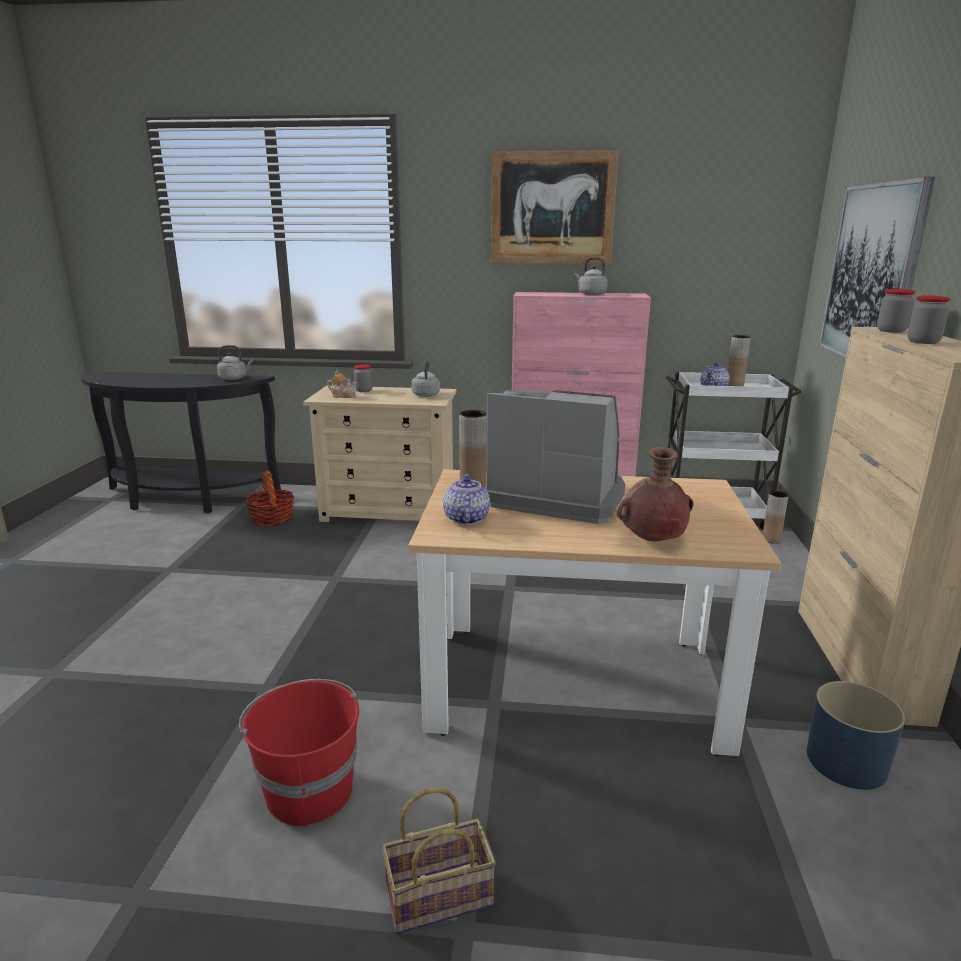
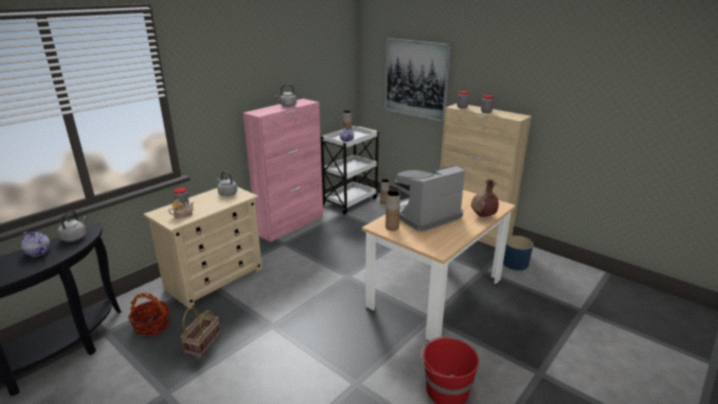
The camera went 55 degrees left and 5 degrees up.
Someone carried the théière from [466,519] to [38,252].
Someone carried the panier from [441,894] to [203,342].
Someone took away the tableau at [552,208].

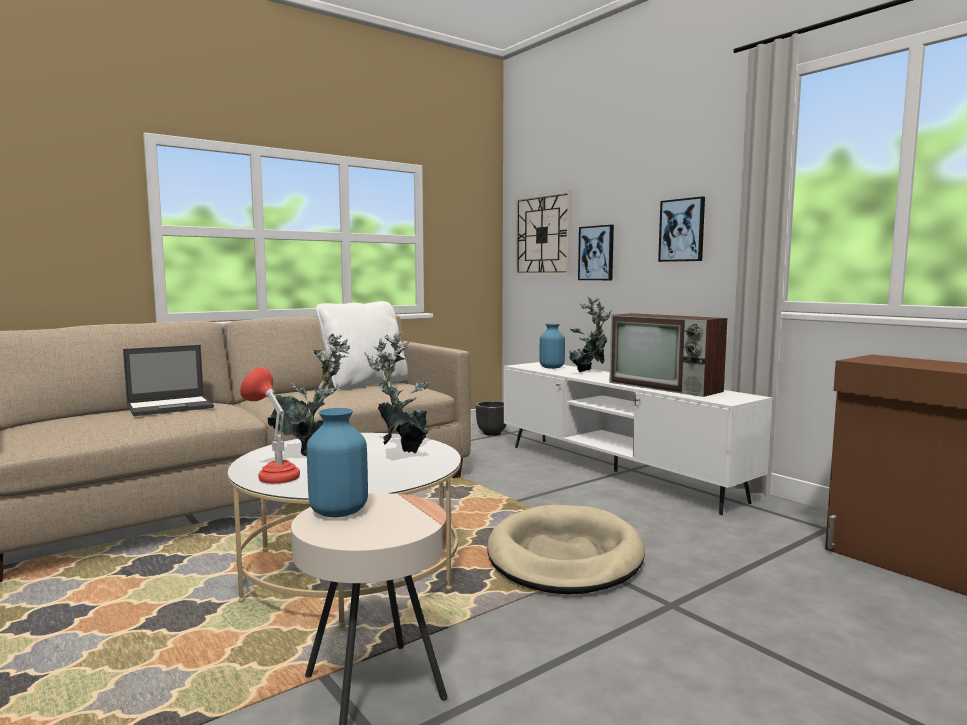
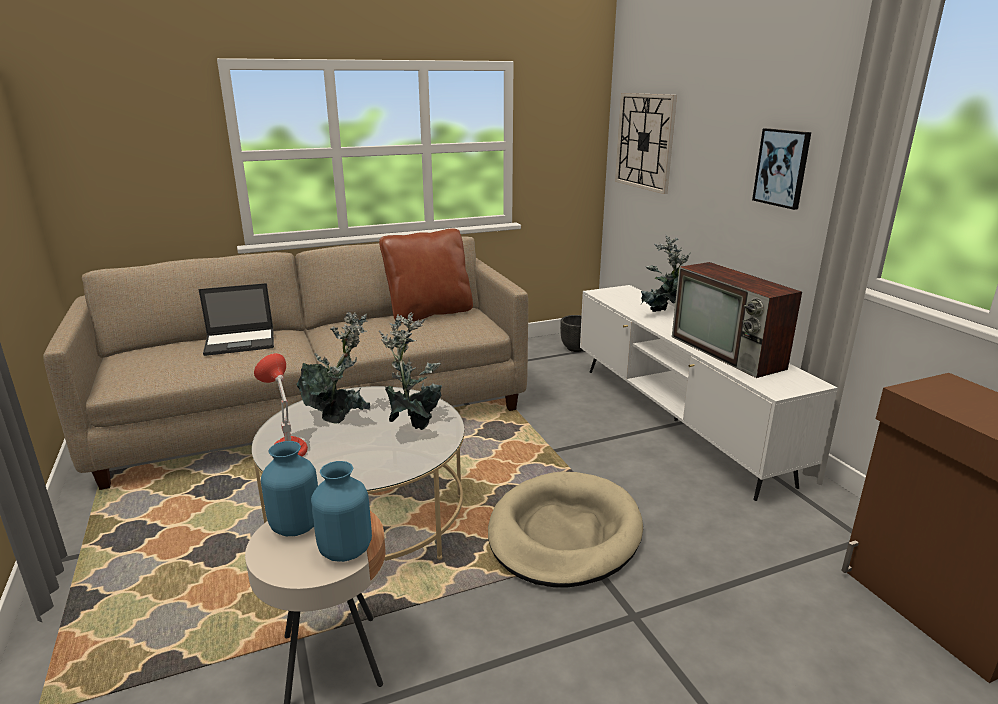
The camera went 15 degrees right and 15 degrees up.
Someone carried the vase/bleu from [552,367] to [345,551].
Someone repainted the coussin/blanc at [364,384], which became the coussin/marron at [429,313].
Someone took away the tableau at [596,253].

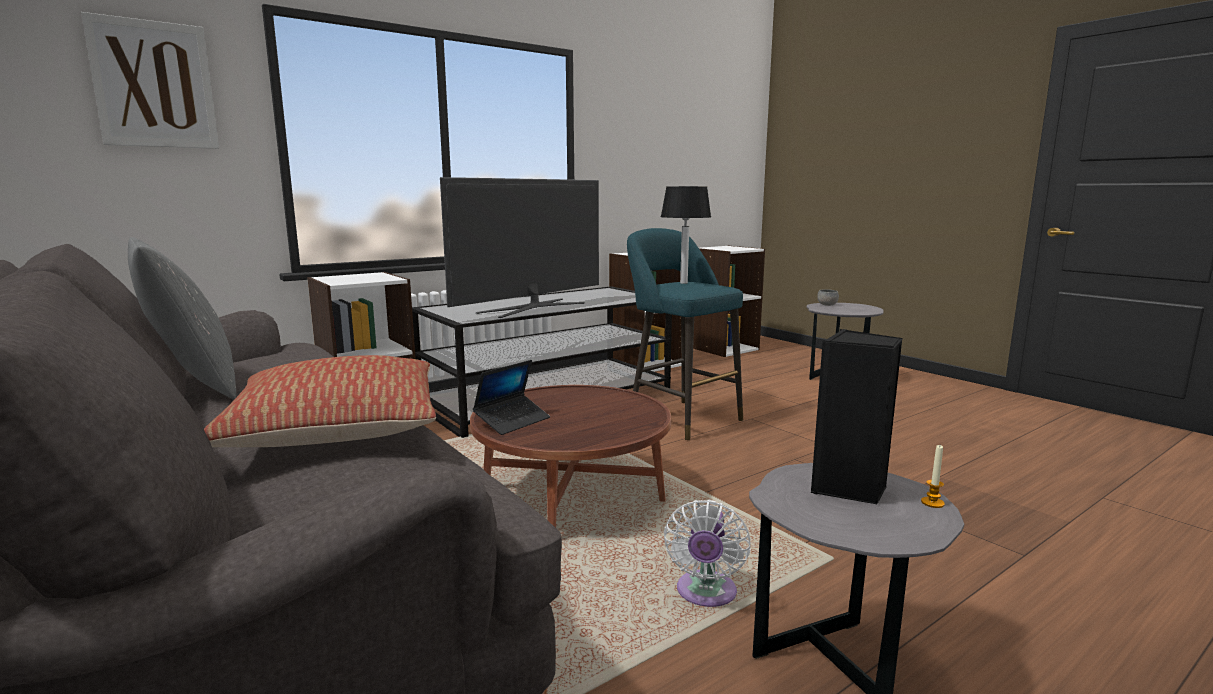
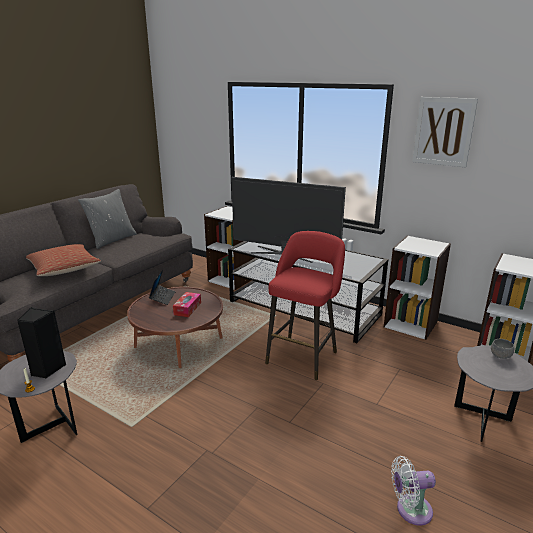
The camera went 70 degrees right and 10 degrees up.
Someone rotated the ordinateur portable at [512,421] by 105 degrees counterclockwise.
Someone put down the boîte à mouchoirs at [187,308].
Someone repainted the tabouret/turquoise at [680,417], which became the tabouret/rouge at [303,355].
Someone carried the ventilateur/blanc from [705,594] to [410,510].
Someone carried the tableau from [154,85] to [443,131].
Someone took away the lampe de table at [684,283].

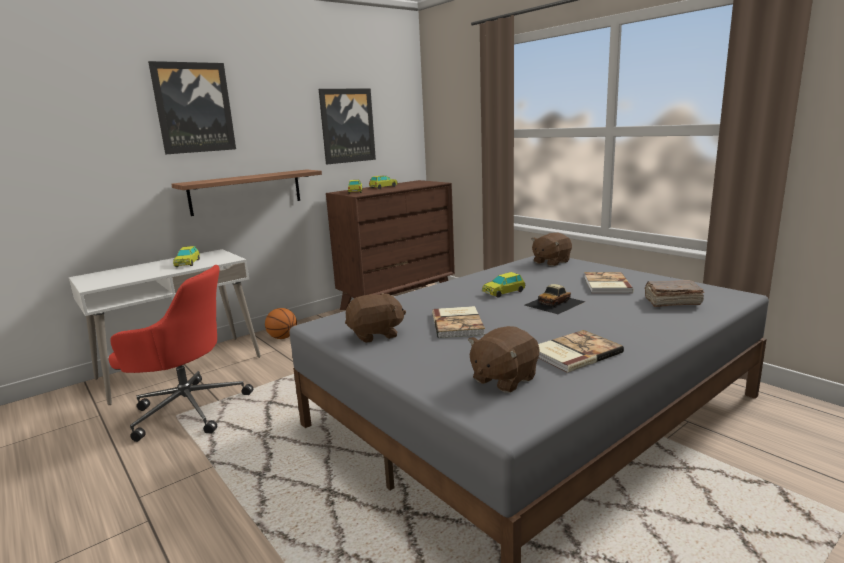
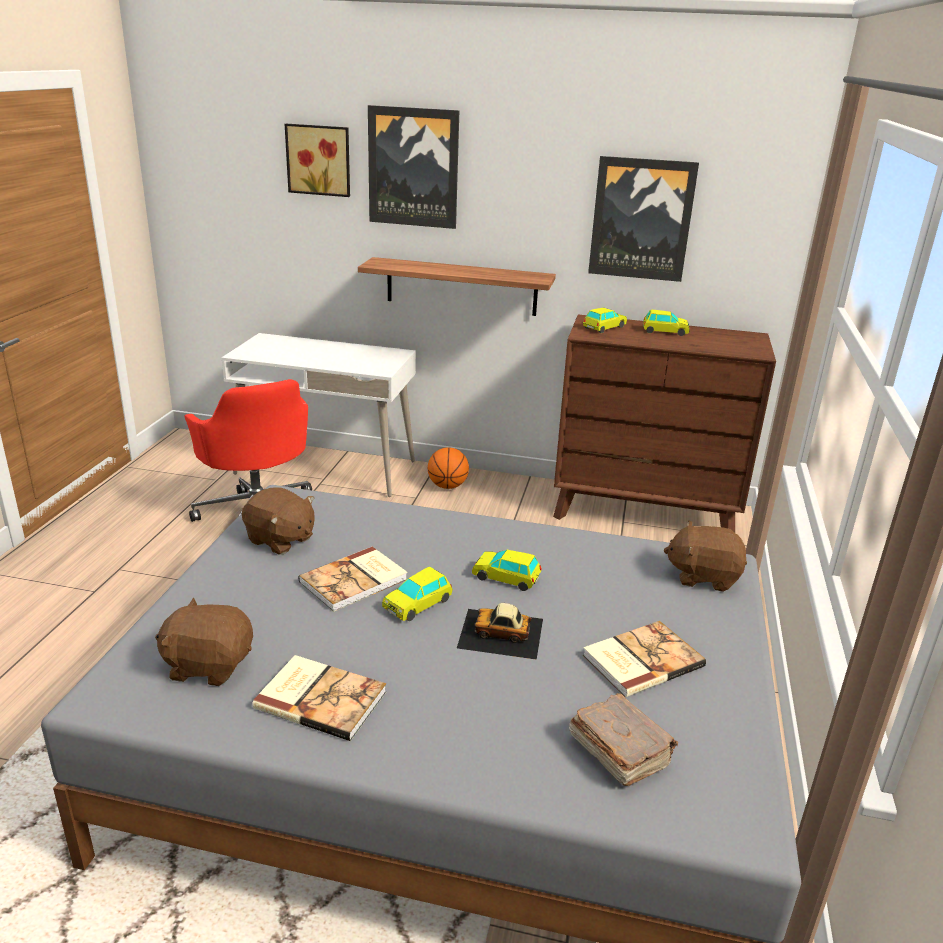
The camera went 50 degrees right and 10 degrees up.
Someone put up the tableau at [319,160].
Someone carried the petite voiture from [187,263] to [417,604].

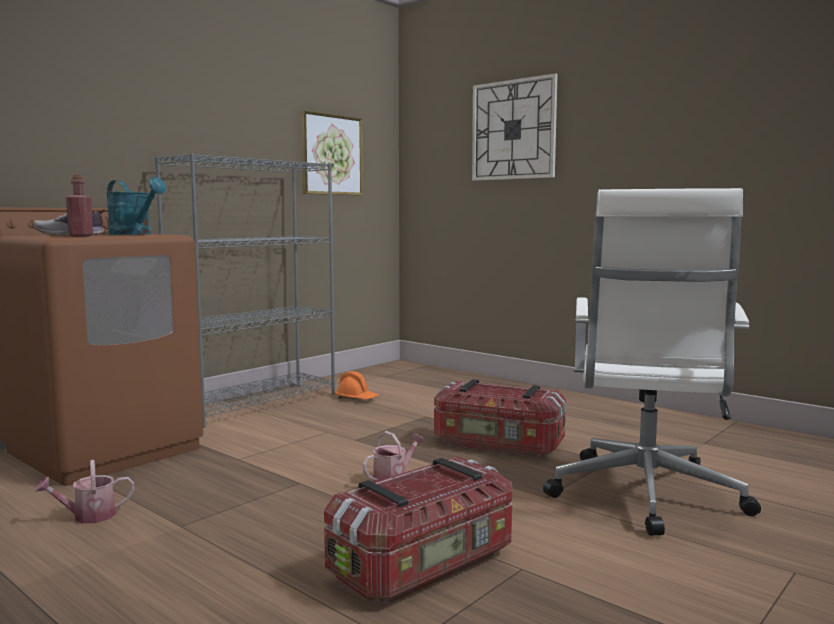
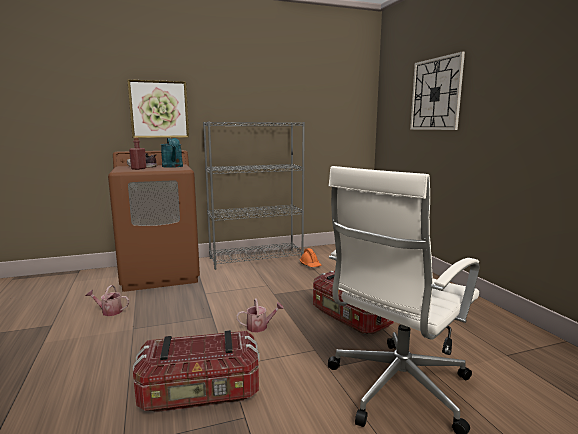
The camera went 30 degrees right and 5 degrees up.
Someone carried the tableau from [331,155] to [159,109].

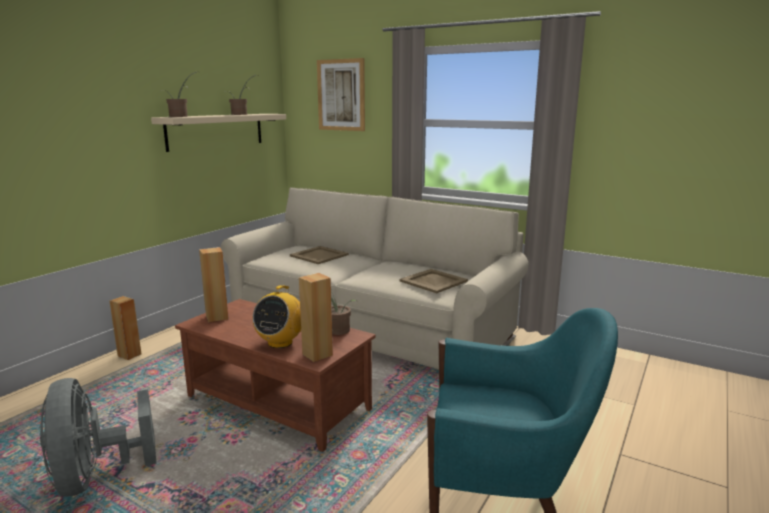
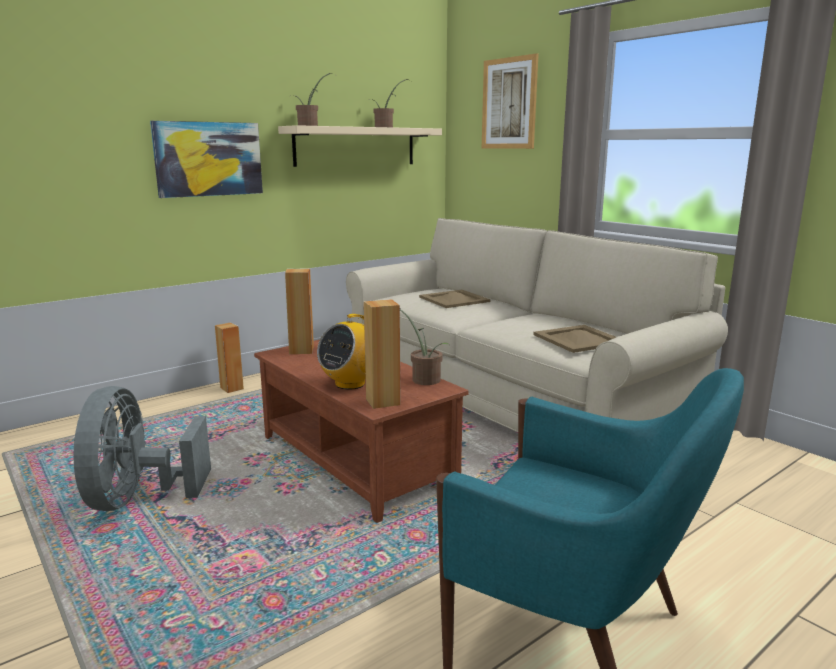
The camera went 20 degrees right and 0 degrees up.
Someone put up the tableau at [208,159].

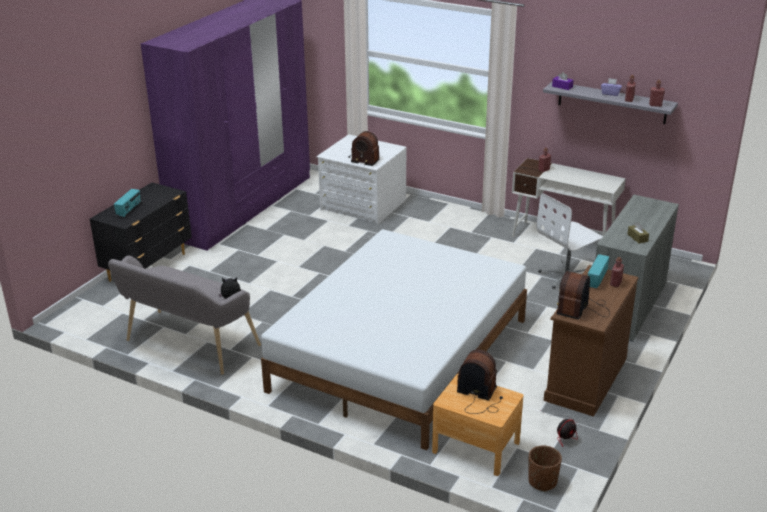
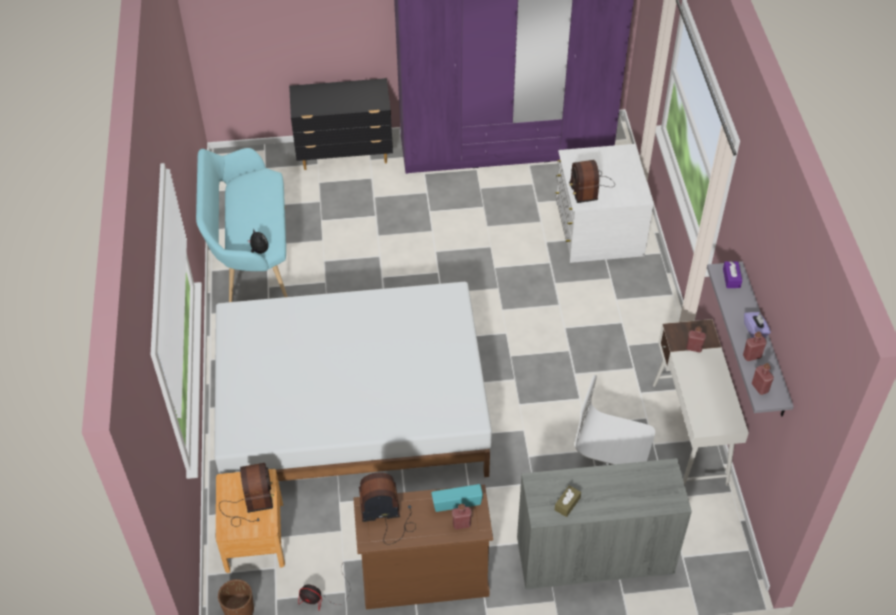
The camera went 55 degrees right and 20 degrees up.
Someone repainted the banc/gris at [187,345], which became the banc/turquoise at [252,257].
Someone took away the radio at [129,210].

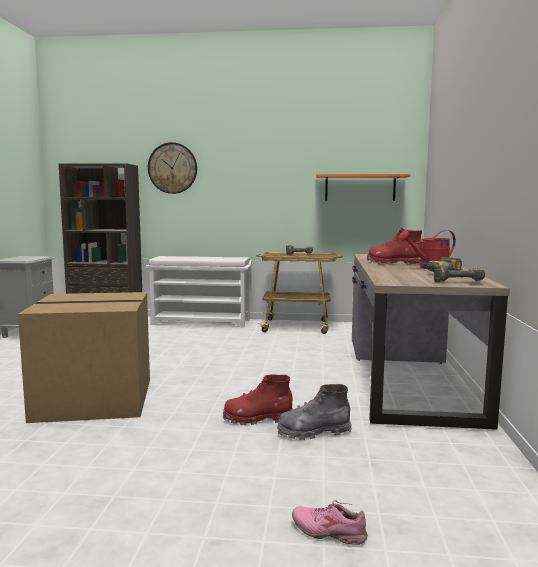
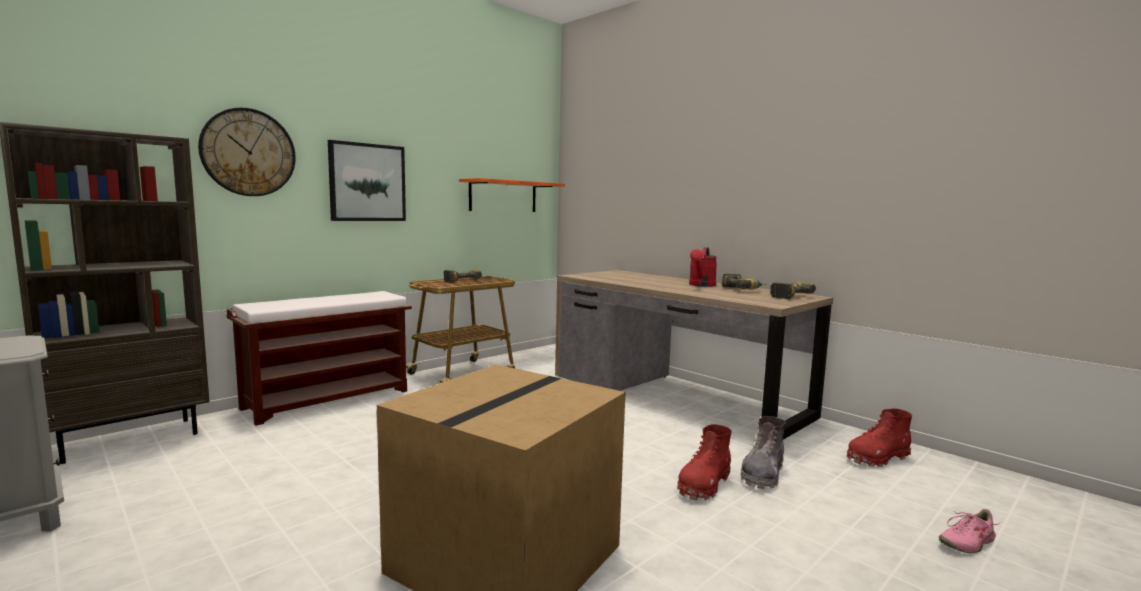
The camera went 50 degrees left and 0 degrees up.
Someone repainted the banc/blanc at [202,322], which became the banc/marron at [329,399].
Someone put up the tableau at [367,182].
Someone carried the botte/rouge from [394,264] to [877,458].

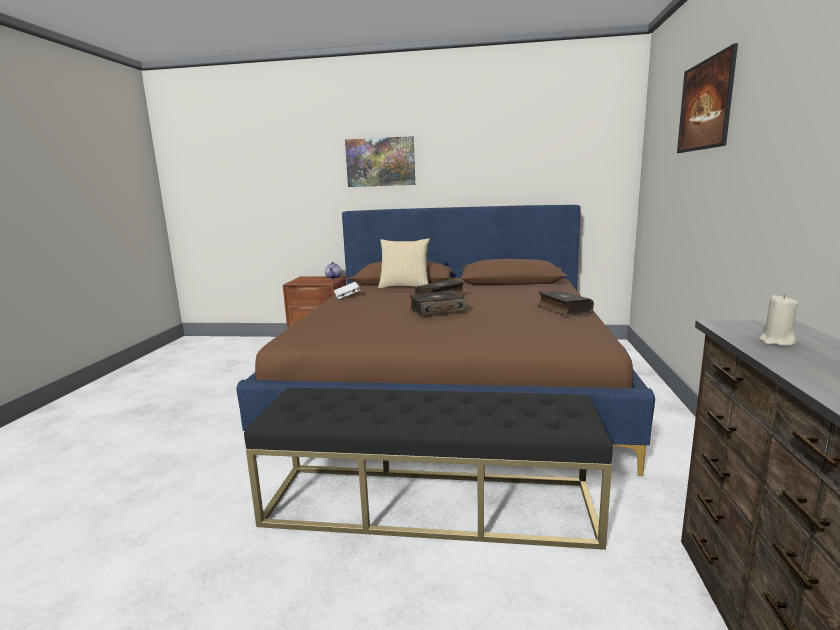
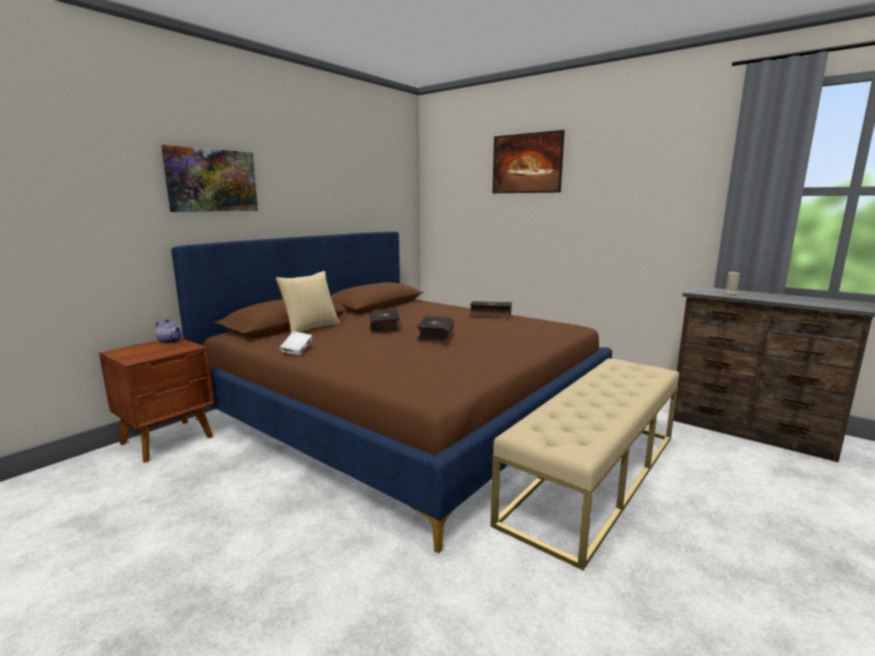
The camera went 60 degrees left and 0 degrees up.
Someone repainted the banc/noir at [429,503], which became the banc/beige at [594,476].

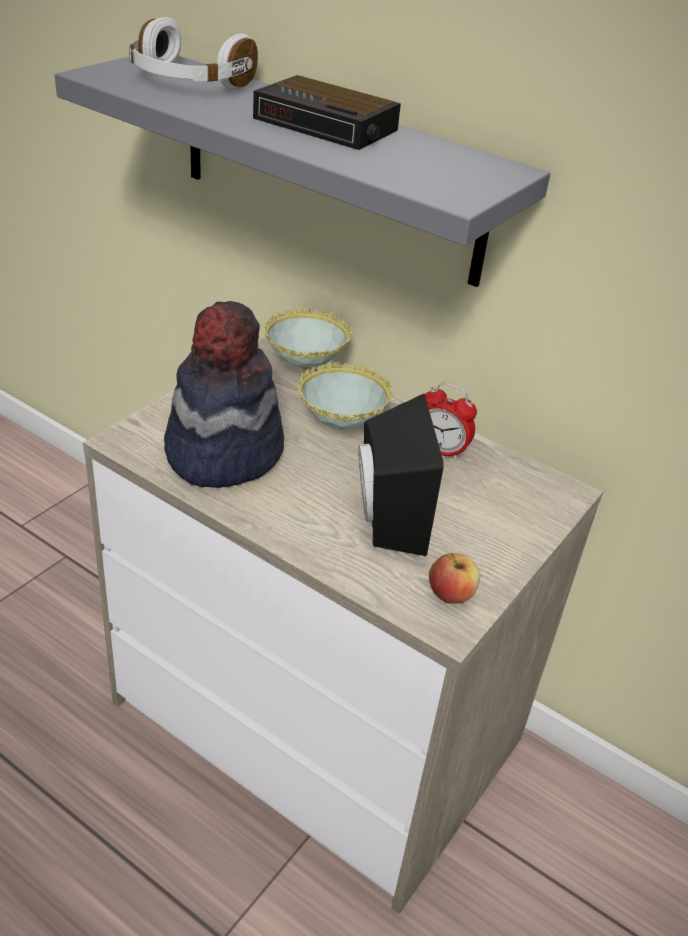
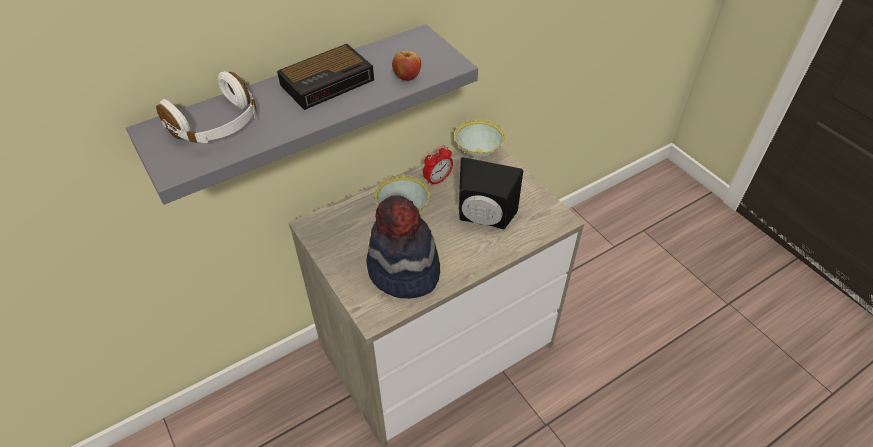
The camera went 65 degrees left and 10 degrees up.
Someone carried the pomme from [450,594] to [407,76].
Someone carried the bol from [304,369] to [478,155].

